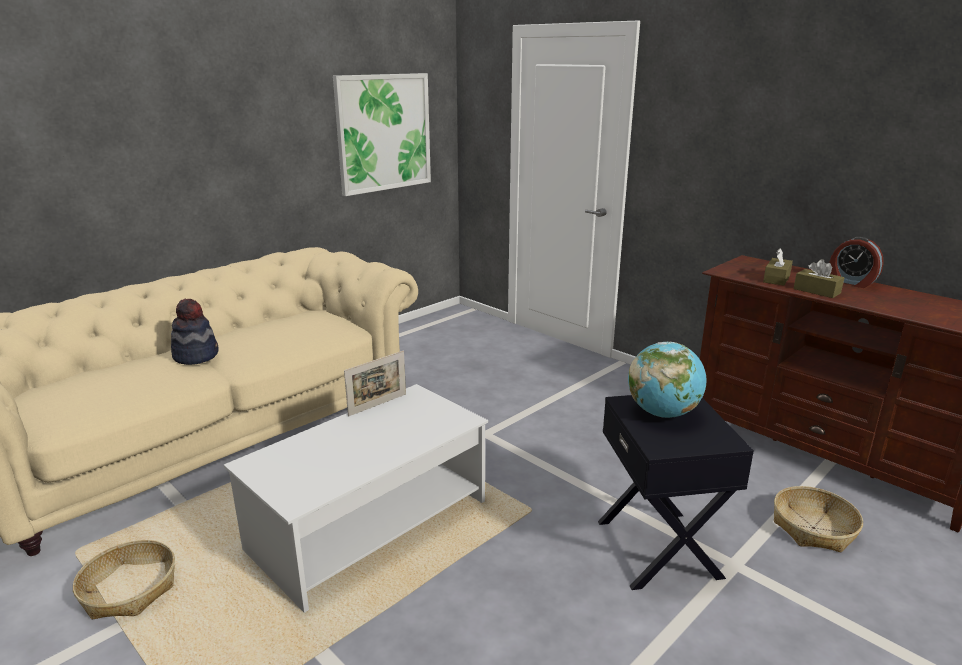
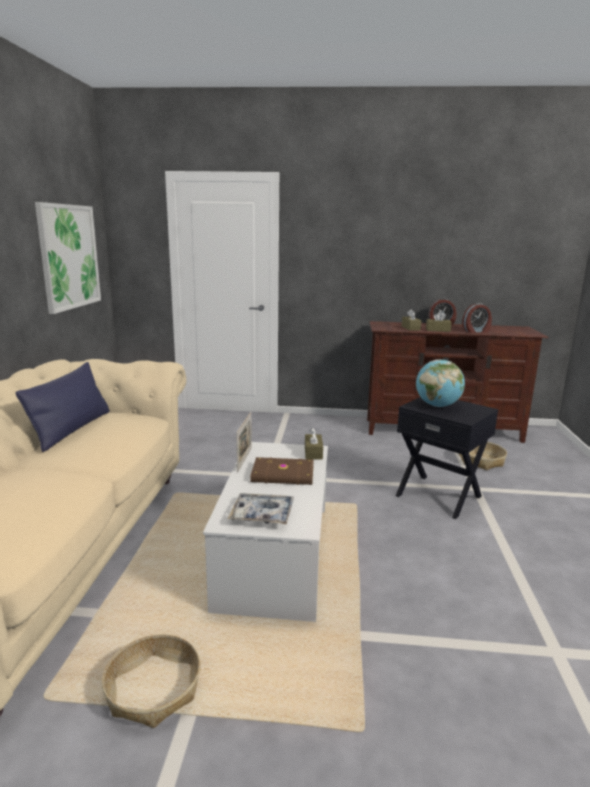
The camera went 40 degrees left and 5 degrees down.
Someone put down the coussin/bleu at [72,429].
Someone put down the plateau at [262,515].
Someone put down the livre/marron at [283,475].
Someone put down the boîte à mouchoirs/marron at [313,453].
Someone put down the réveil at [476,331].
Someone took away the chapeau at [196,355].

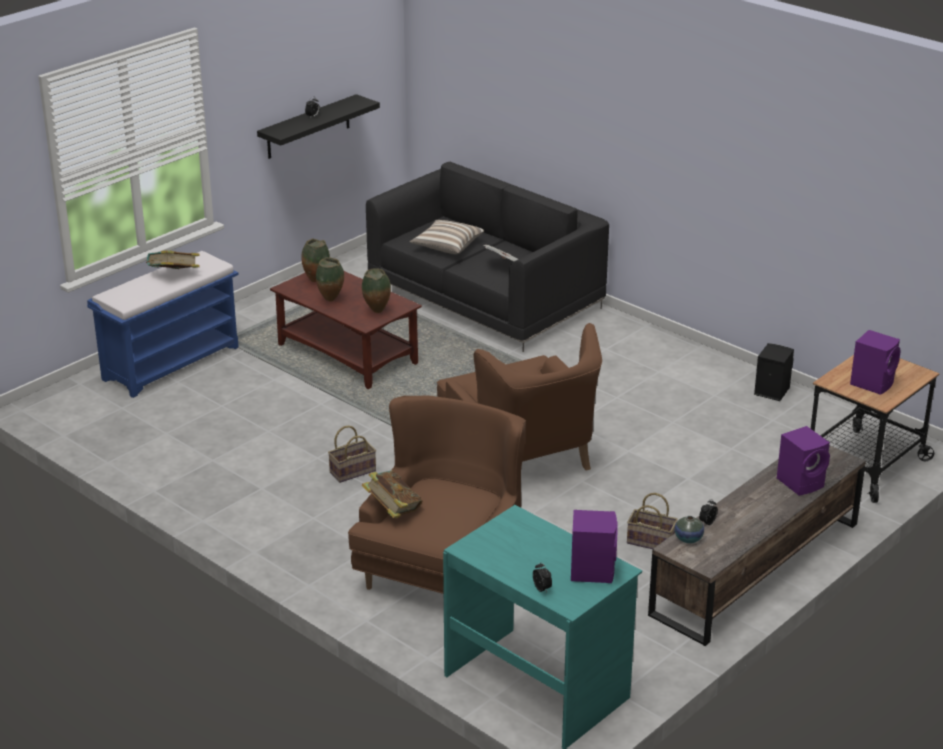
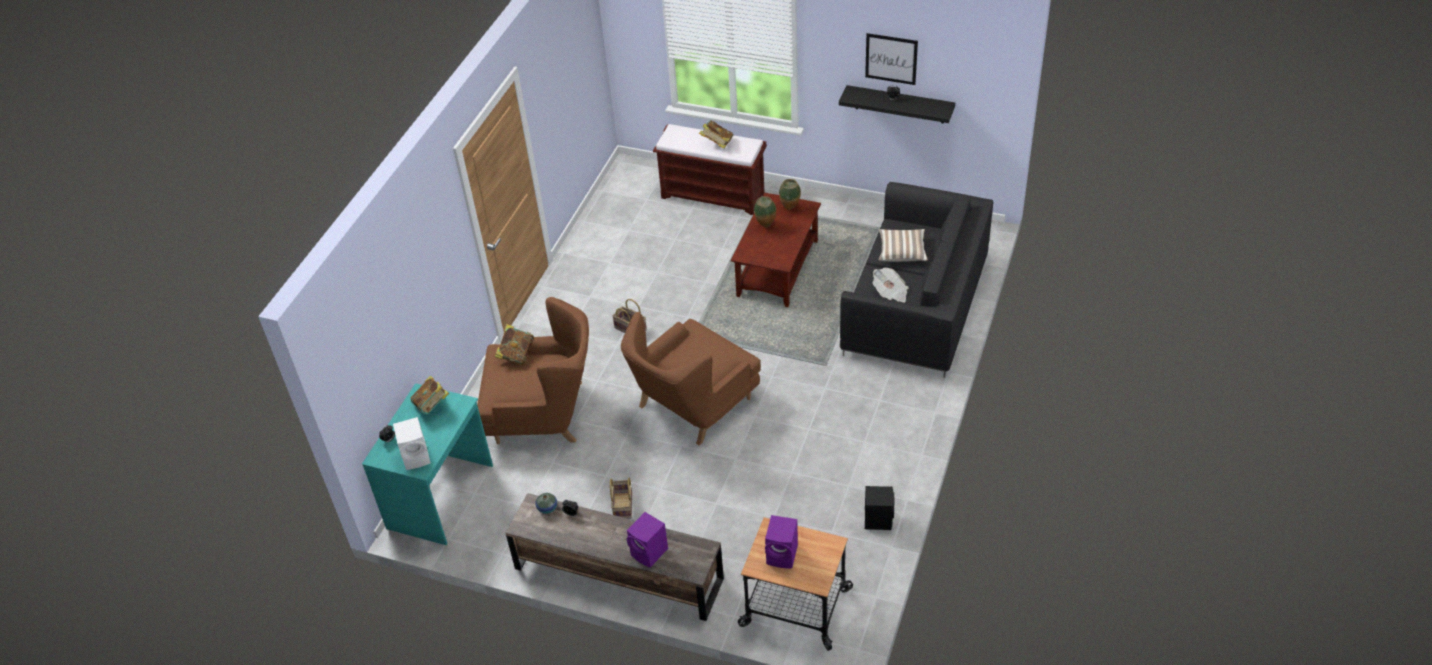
The camera went 70 degrees right and 15 degrees up.
Someone repainted the enceinte/violet at [592,570], which became the enceinte/blanc at [417,456].
Someone put down the livre at [432,406].
Someone repainted the banc/bleu at [172,362], which became the banc/marron at [714,195].
Someone put up the tableau at [891,58].
Someone took away the vase at [377,312].

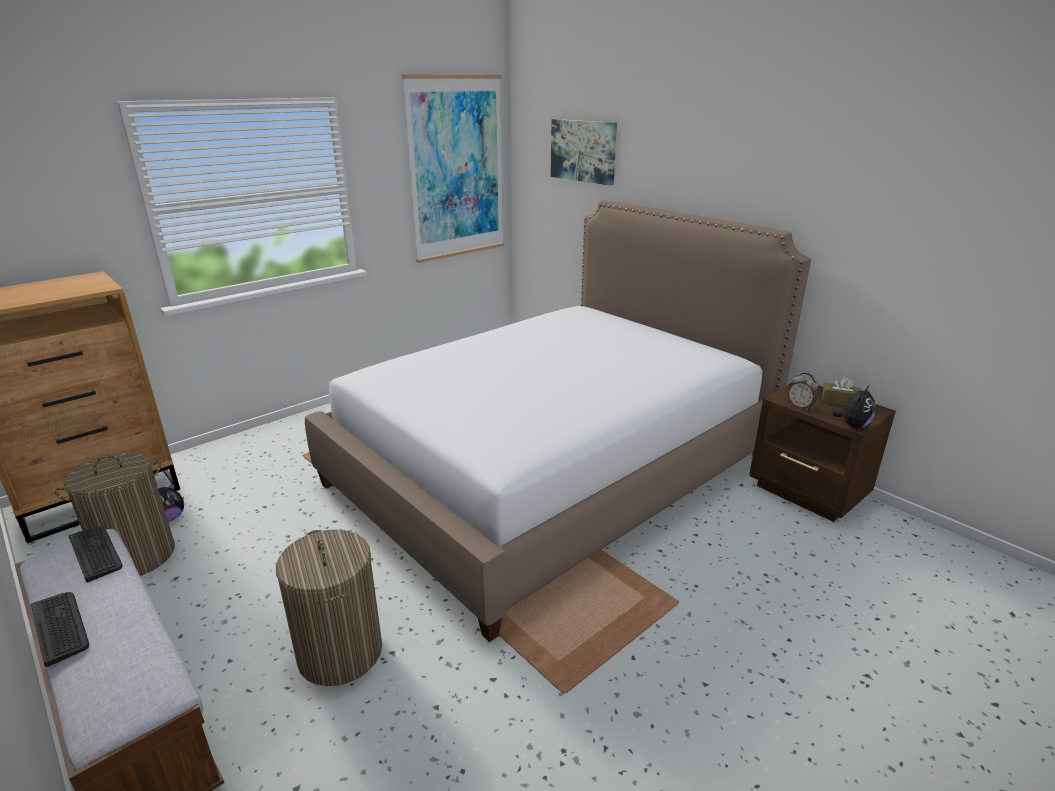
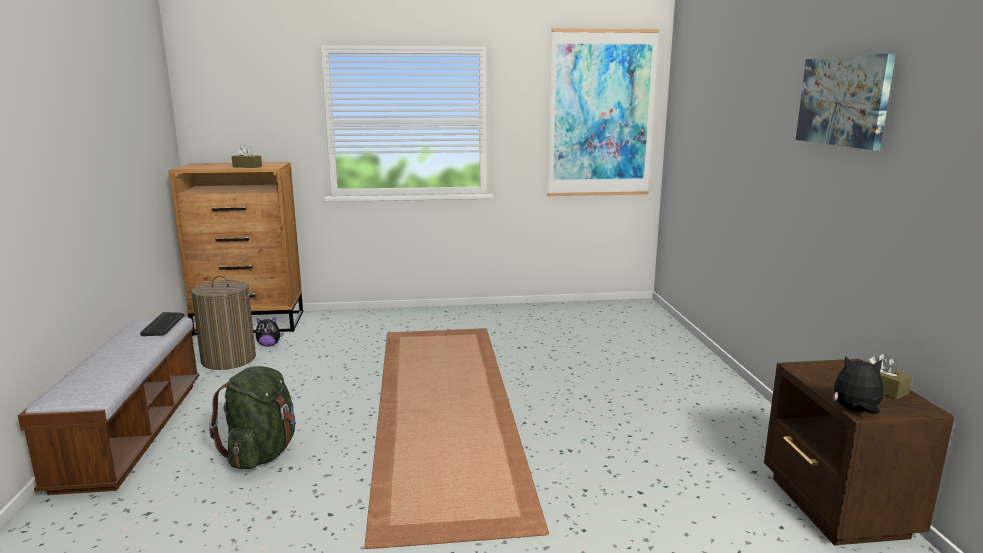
The camera went 35 degrees right and 10 degrees down.
Someone swapped the panier à linge at [340,652] for the sac à dos/vert at [262,453].
Someone put down the boîte à mouchoirs/marron at [247,166].
Someone carried the tableau from [583,151] to [843,101].
Someone rotated the peluche at [852,426] by 150 degrees counterclockwise.
Someone took away the clavier at [60,627].
Someone took away the lit at [552,471].
Someone took away the réveil at [800,406].

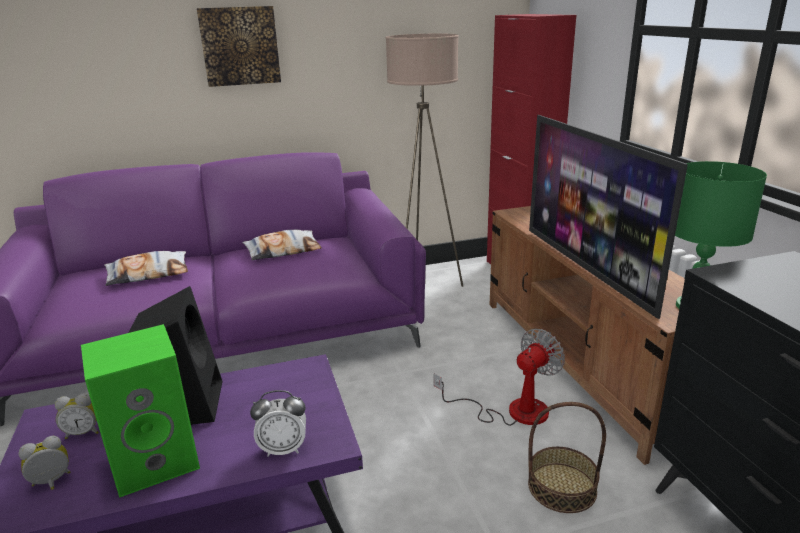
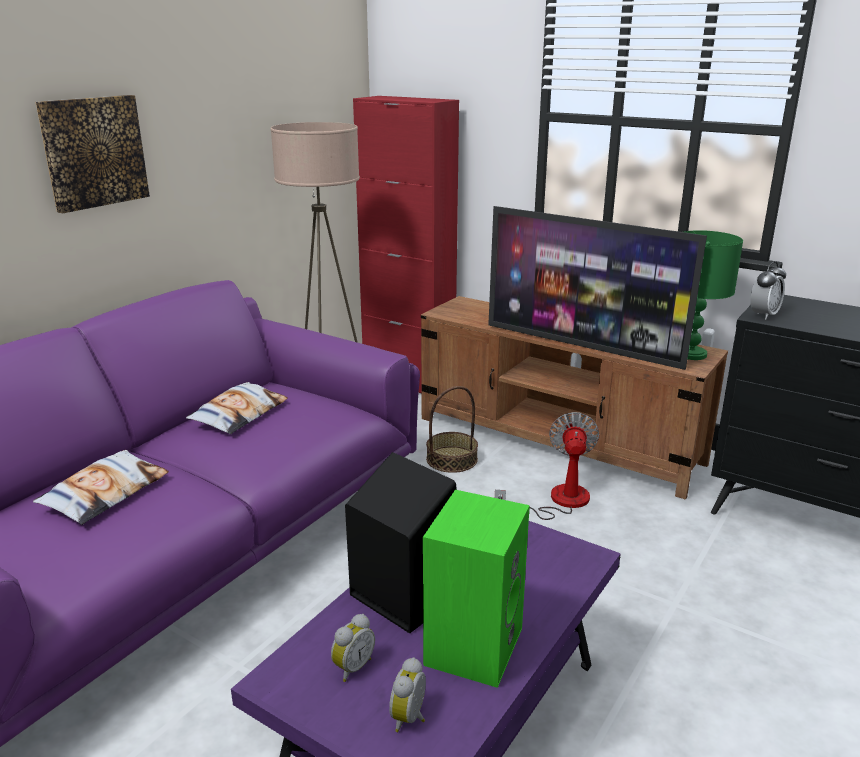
The camera went 40 degrees left and 0 degrees up.
Someone carried the panier from [562,487] to [451,459].
Someone carried the réveil from [283,449] to [763,315].

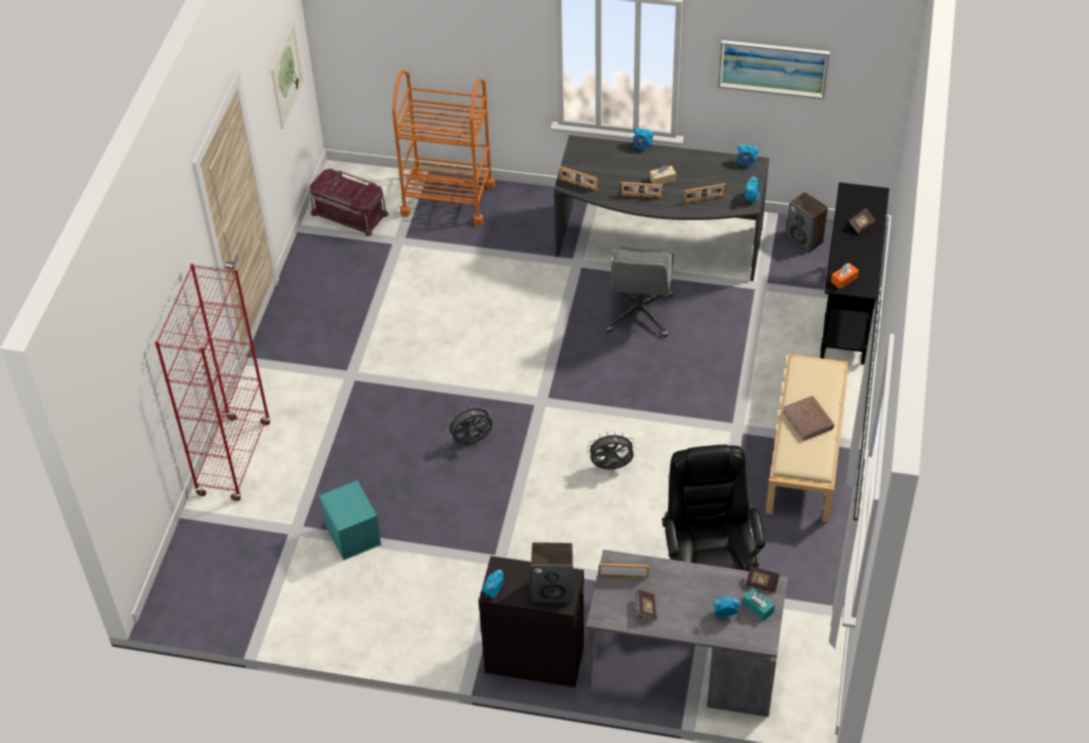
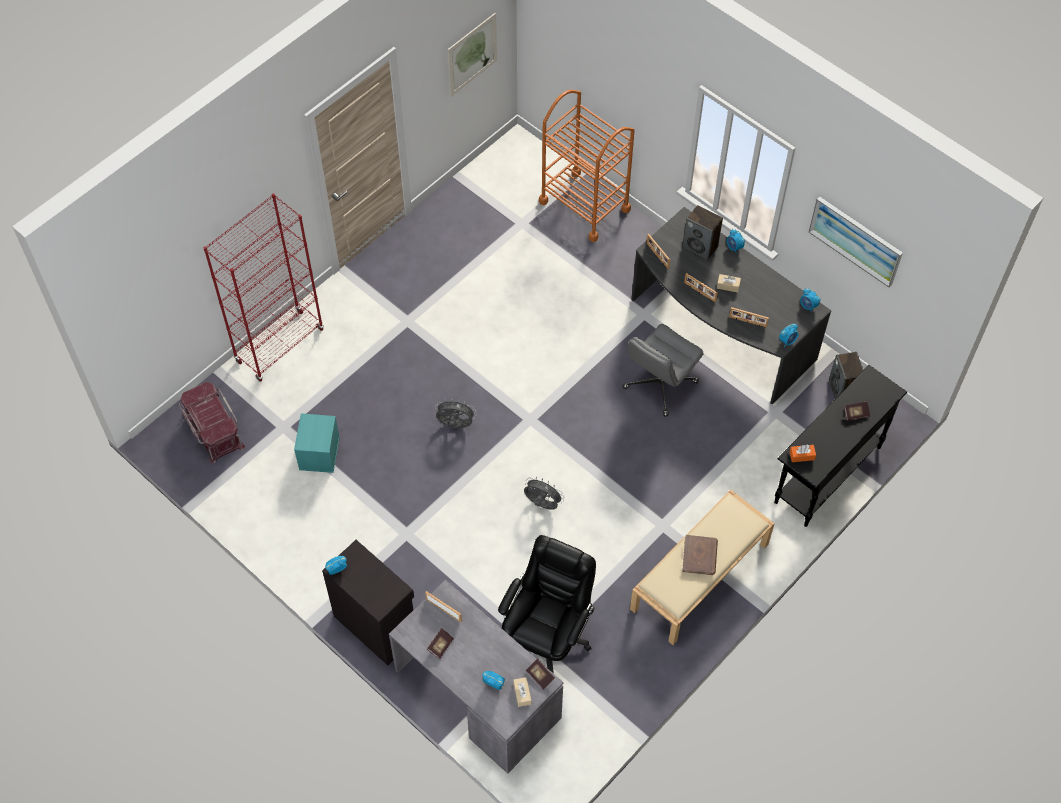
The camera went 30 degrees right and 10 degrees up.
Someone carried the boîte de rangement/rouge from [348,214] to [213,430].
Someone repainted the boîte à mouchoirs/turquoise at [758,607], which became the boîte à mouchoirs/beige at [522,694].
Someone carried the enceinte from [553,590] to [700,247].

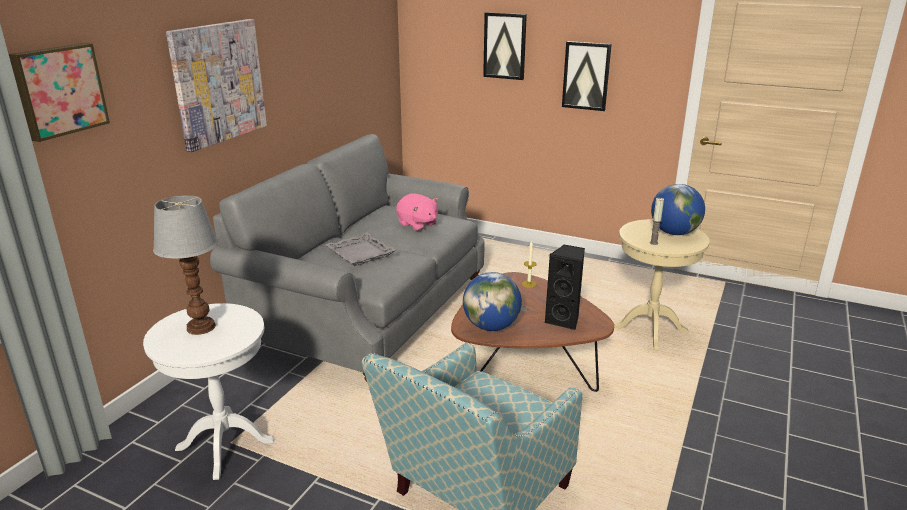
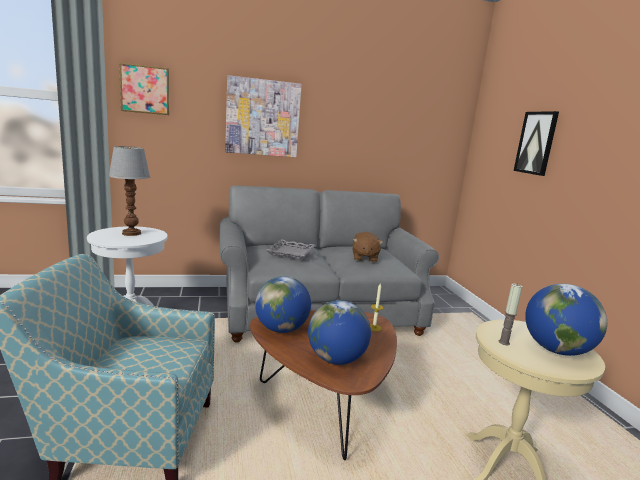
The camera went 50 degrees right and 10 degrees down.
Someone swapped the enceinte/noir at [564,320] for the globe at [336,359].
Someone repainted the peluche/rose at [417,224], which became the peluche/marron at [364,258].
Someone took away the tableau at [586,76].

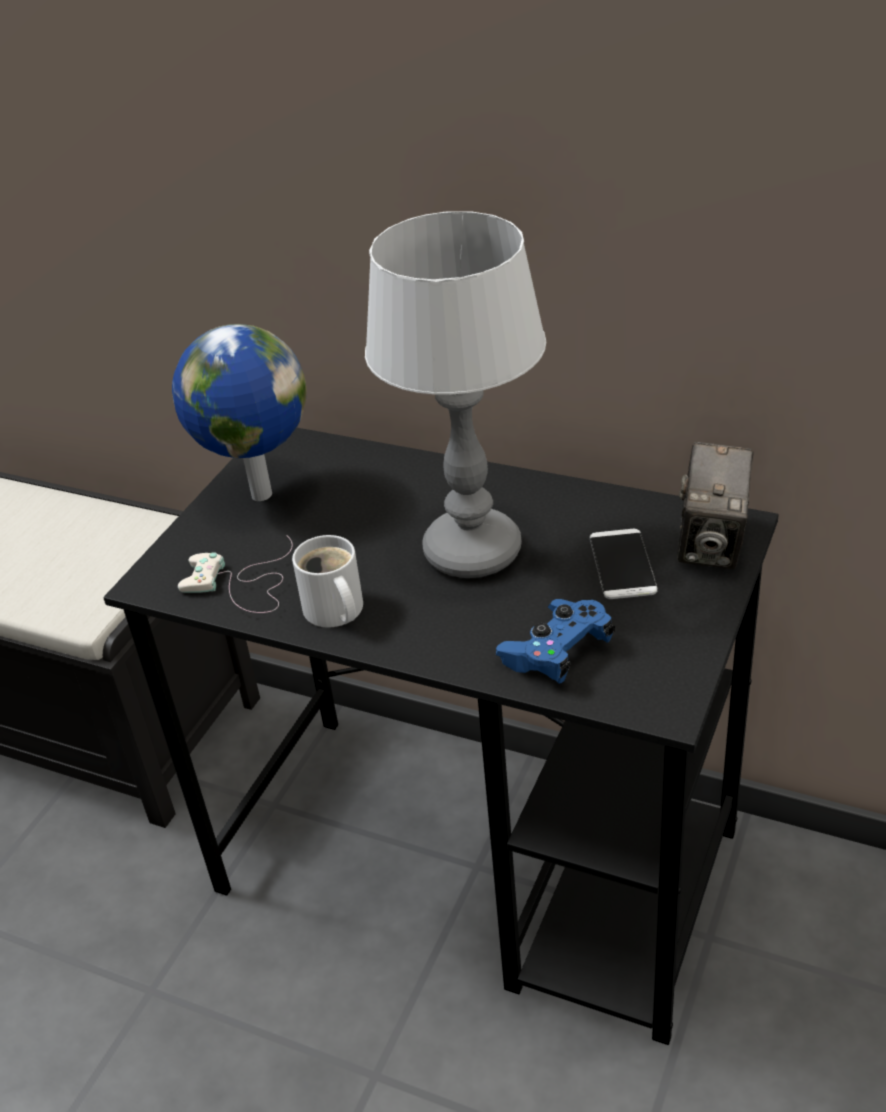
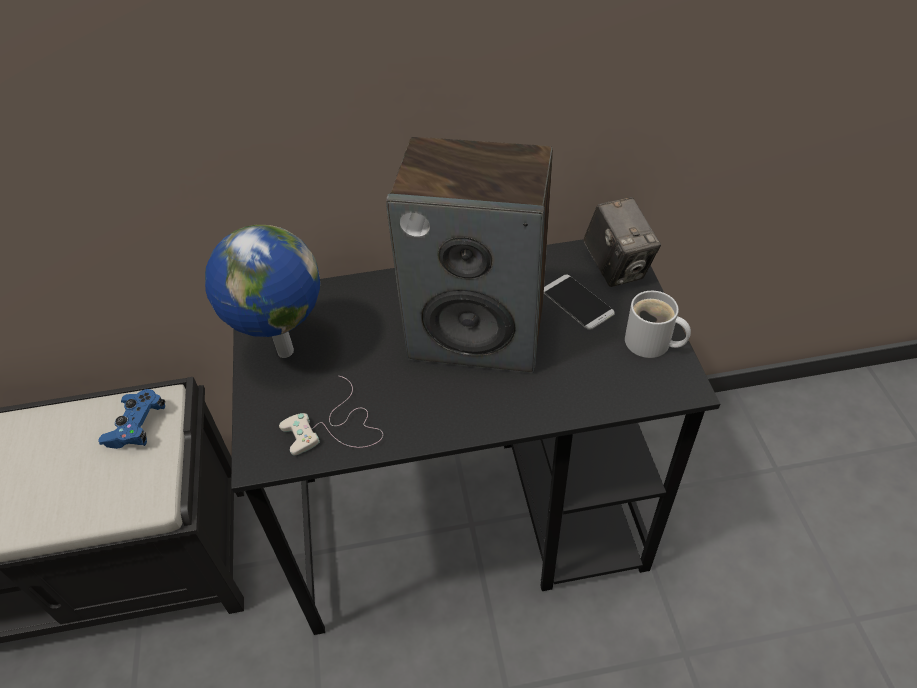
The camera went 35 degrees left and 10 degrees up.
Someone carried the manette/bleu from [557,653] to [137,426].
Someone swapped the lampe de table at [475,552] for the enceinte at [478,332].
Someone carried the mug/blanc from [333,612] to [651,344].

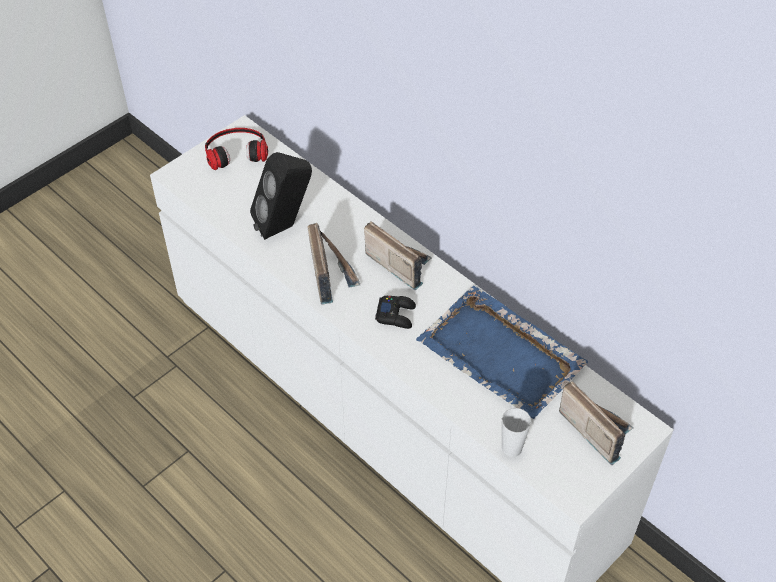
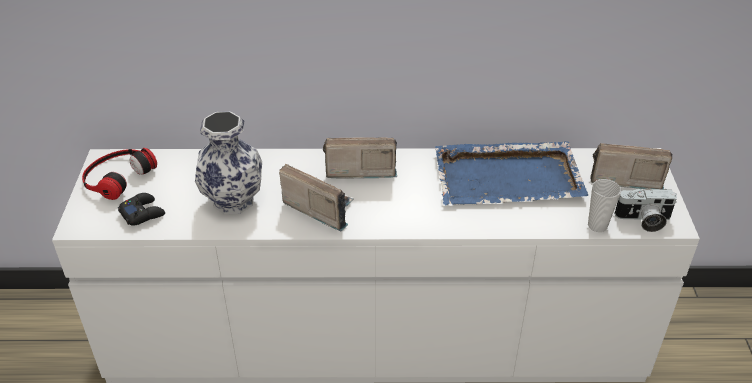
The camera went 45 degrees left and 10 degrees down.
Someone carried the manette/noir from [396,315] to [142,213].
Someone swapped the enceinte/noir at [285,226] for the vase at [234,200].
Someone put down the appareil photo at [643,220].

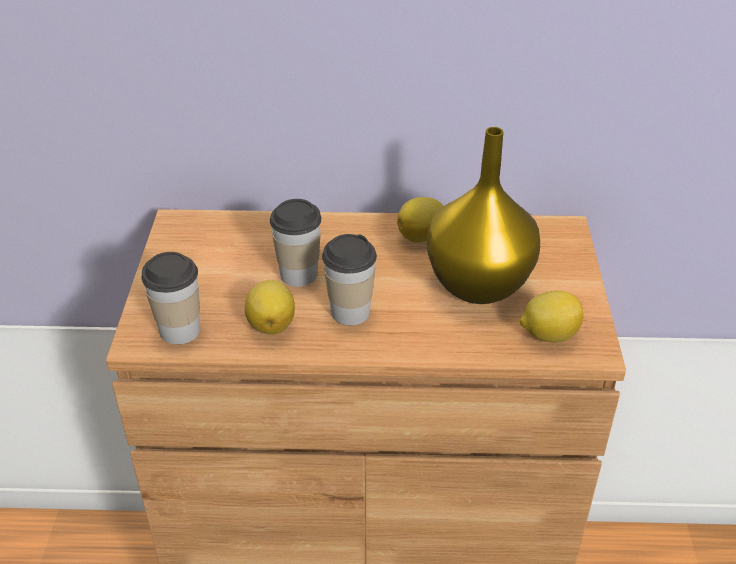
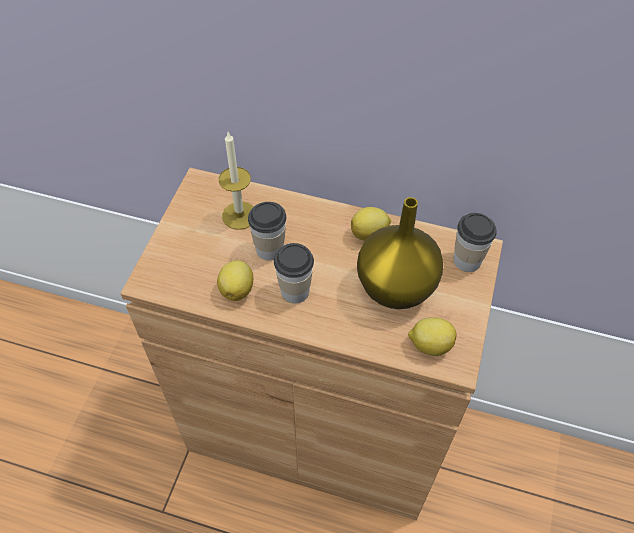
The camera went 15 degrees right and 15 degrees up.
Someone put down the bougie at [239,215].
Someone carried the tasse from [180,330] to [467,260].

